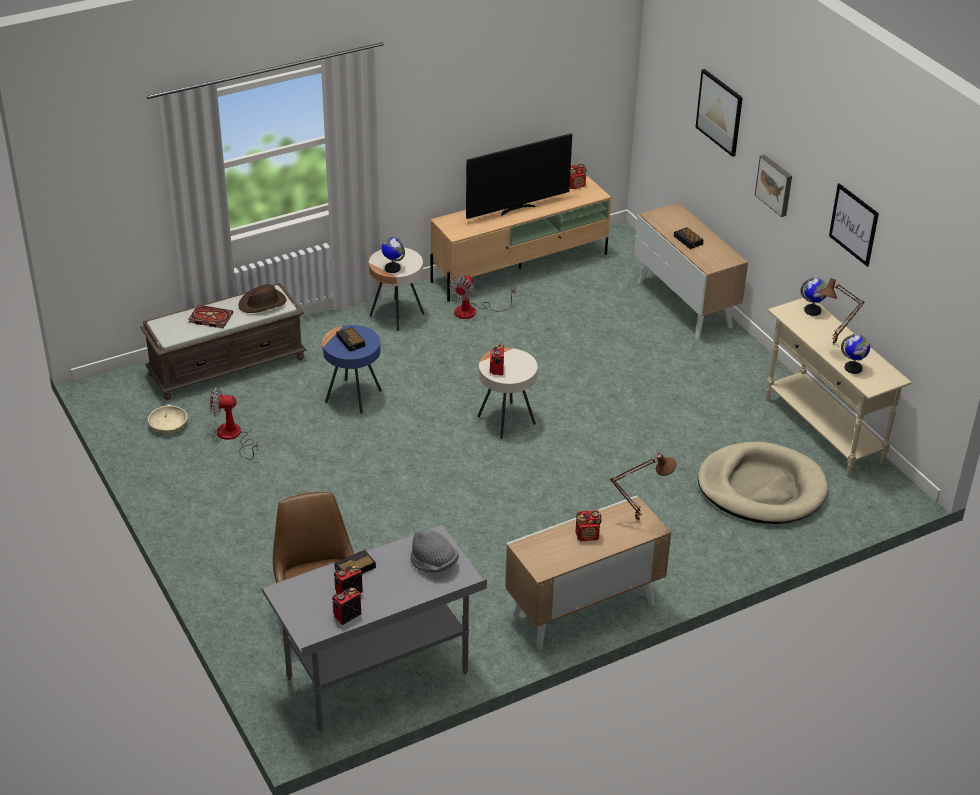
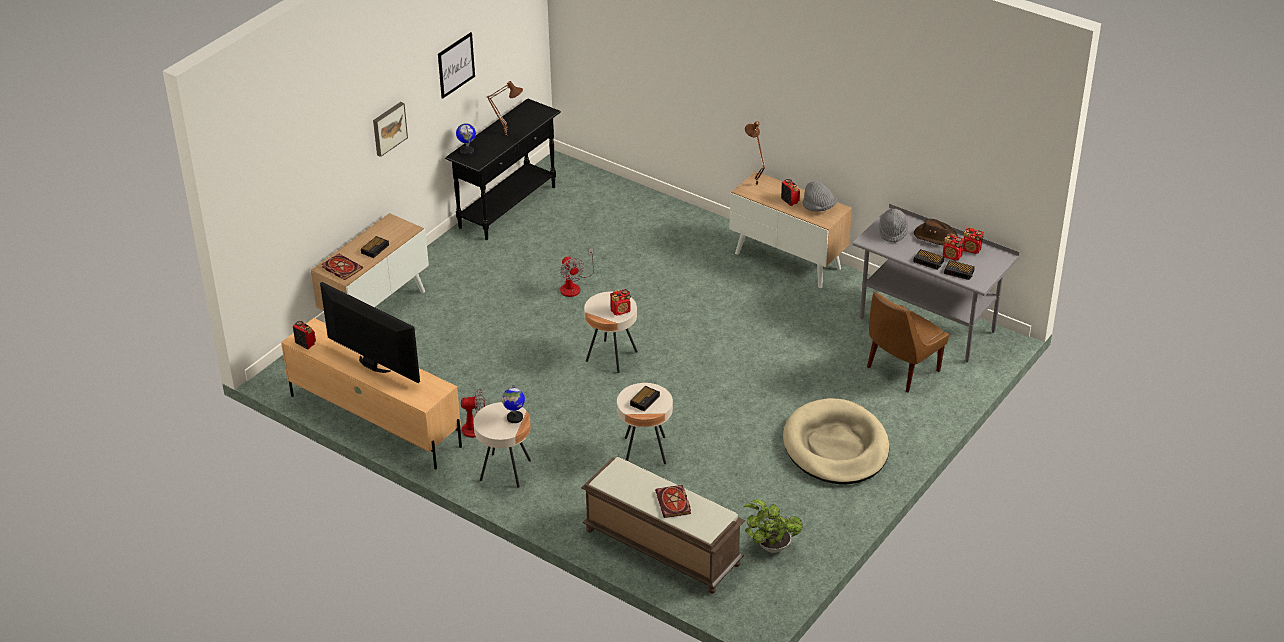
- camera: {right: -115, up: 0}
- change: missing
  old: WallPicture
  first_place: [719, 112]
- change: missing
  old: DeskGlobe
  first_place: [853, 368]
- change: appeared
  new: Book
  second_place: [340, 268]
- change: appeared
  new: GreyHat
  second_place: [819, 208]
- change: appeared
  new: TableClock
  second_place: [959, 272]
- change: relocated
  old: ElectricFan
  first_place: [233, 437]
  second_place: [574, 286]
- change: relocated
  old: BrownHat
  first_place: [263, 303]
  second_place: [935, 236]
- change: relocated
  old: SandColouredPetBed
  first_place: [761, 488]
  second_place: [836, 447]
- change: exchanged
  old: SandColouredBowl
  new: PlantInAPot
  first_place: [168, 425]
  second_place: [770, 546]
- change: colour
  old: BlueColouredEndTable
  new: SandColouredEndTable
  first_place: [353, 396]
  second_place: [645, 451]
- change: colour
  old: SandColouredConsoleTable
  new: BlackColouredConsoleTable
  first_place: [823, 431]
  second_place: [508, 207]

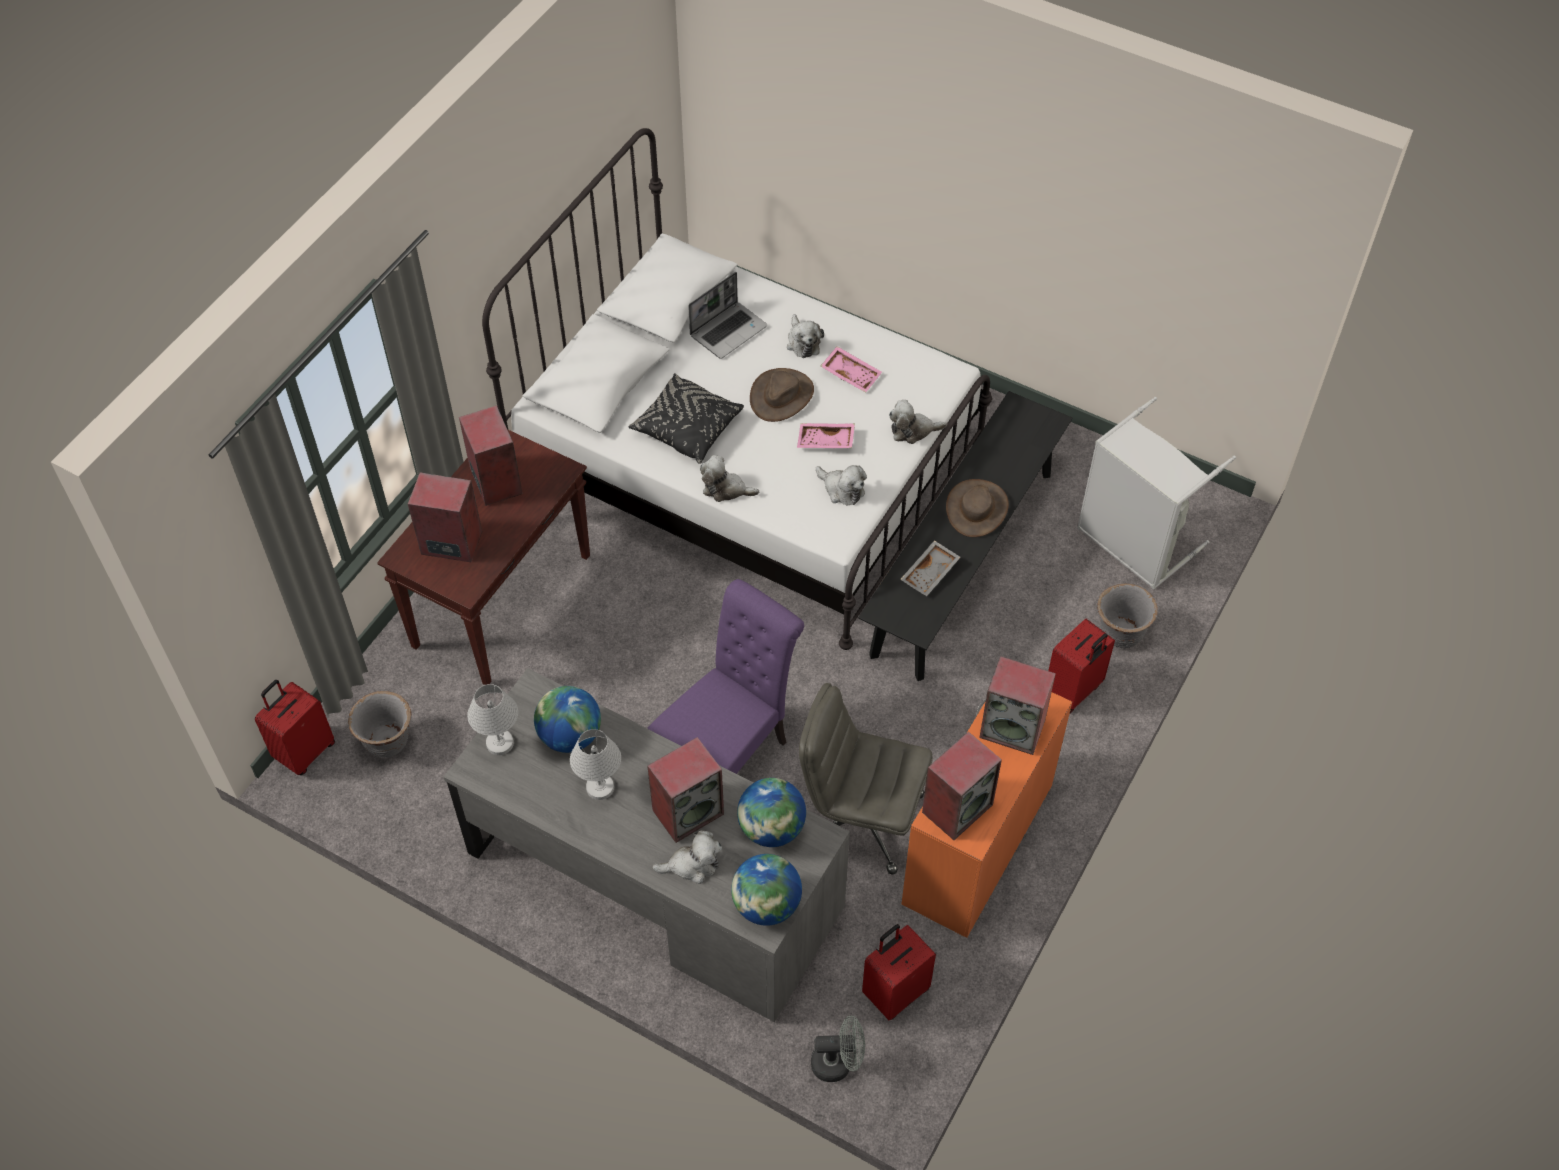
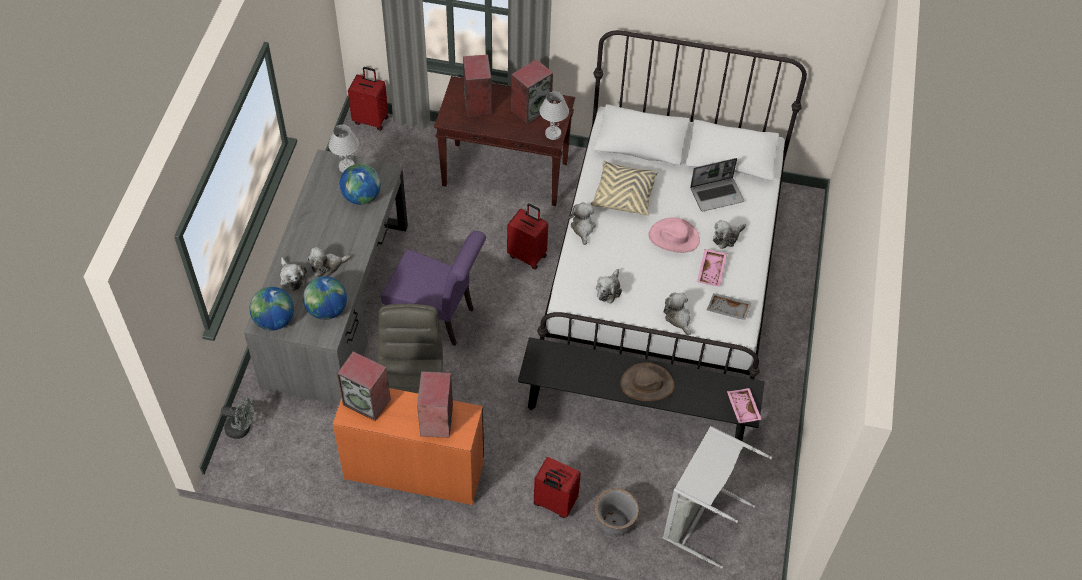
- camera: {right: 70, up: 0}
- change: missing
  old: GreyPlanter
  first_place: [388, 742]
- change: relocated
  old: WhitishTabletopLamp
  first_place: [599, 787]
  second_place: [553, 133]
- change: relocated
  old: PinkishCarryingTray
  first_place: [825, 442]
  second_place: [742, 408]
- change: relocated
  old: RedTravelCase
  first_place: [895, 992]
  second_place: [528, 255]
- change: relocated
  old: GreyCarryingTray
  first_place: [930, 573]
  second_place: [728, 310]
- change: exchanged
  old: Speaker
  new: SoftToy
  first_place: [688, 811]
  second_place: [327, 266]
- change: colour
  old: BlackColouredPillow
  new: SandColouredPillow
  first_place: [687, 428]
  second_place: [623, 195]
- change: colour
  old: BrownHat
  new: PinkishHat
  first_place: [781, 396]
  second_place: [674, 237]
- change: spun
  old: NotebookComputer
  first_place: [728, 330]
  second_place: [717, 194]
  degrees: -45
- change: spun
  old: GreyElectricFan
  first_place: [838, 1062]
  second_place: [242, 428]
  degrees: -60

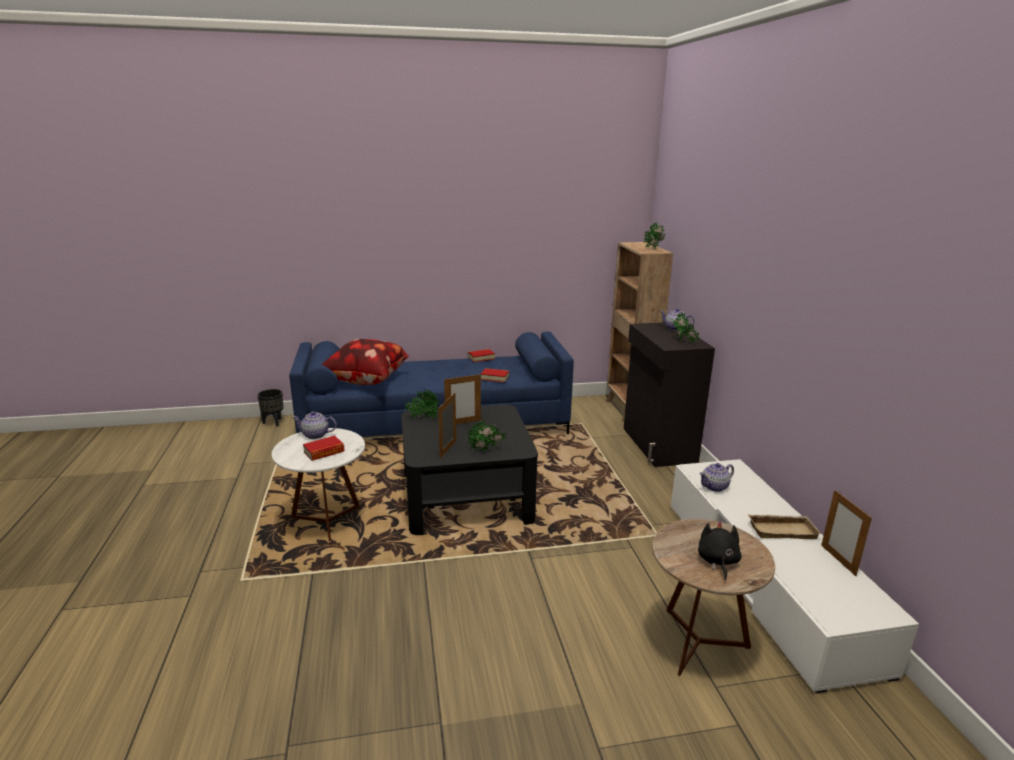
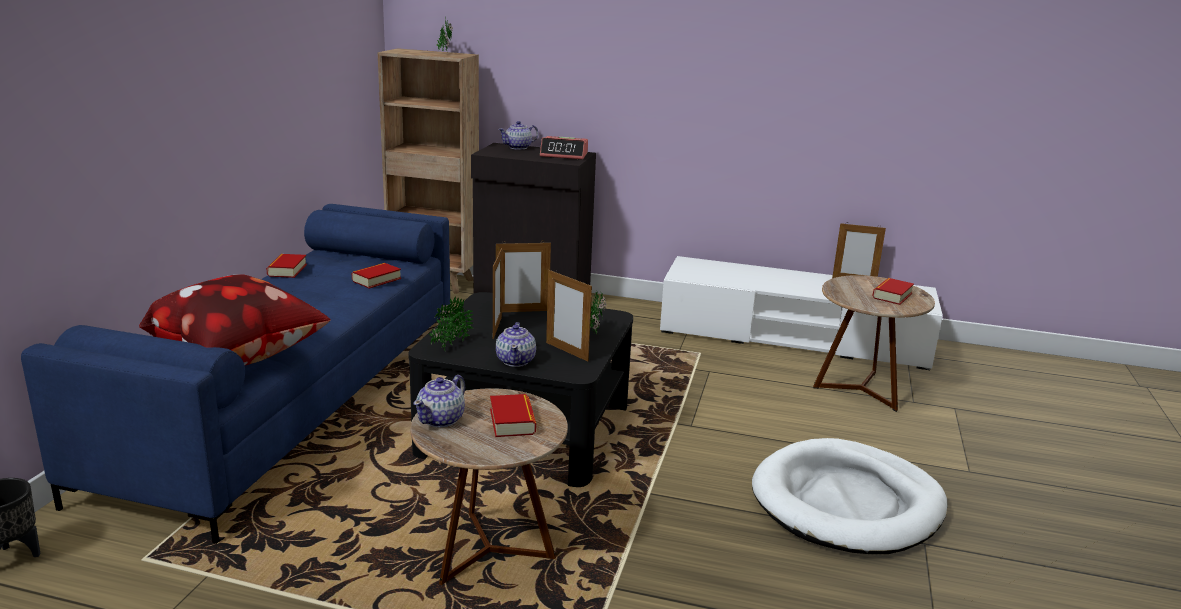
- camera: {right: -65, up: 0}
- change: missing
  old: SandColouredCarryingTray
  first_place: [782, 530]
- change: appeared
  new: PictureFrame
  second_place: [522, 311]
- change: appeared
  new: WhitishPetBed
  second_place: [847, 503]
- change: relocated
  old: PotForTea
  first_place: [715, 487]
  second_place: [516, 361]
- change: exchanged
  old: PlantInAPot
  new: TableClock
  first_place: [684, 342]
  second_place: [564, 155]
- change: exchanged
  old: BlackColouredSoftToy
  new: Book
  first_place: [717, 561]
  second_place: [892, 295]
- change: colour
  old: WhitishEndTable
  new: BrownEndTable
  first_place: [327, 523]
  second_place: [489, 553]

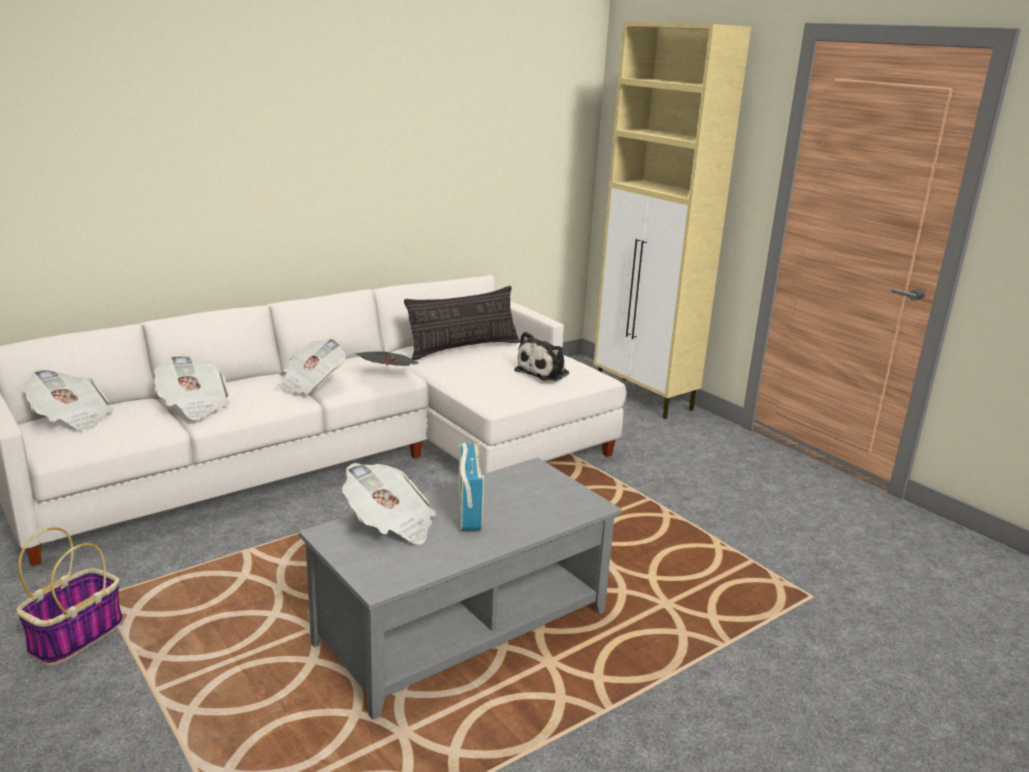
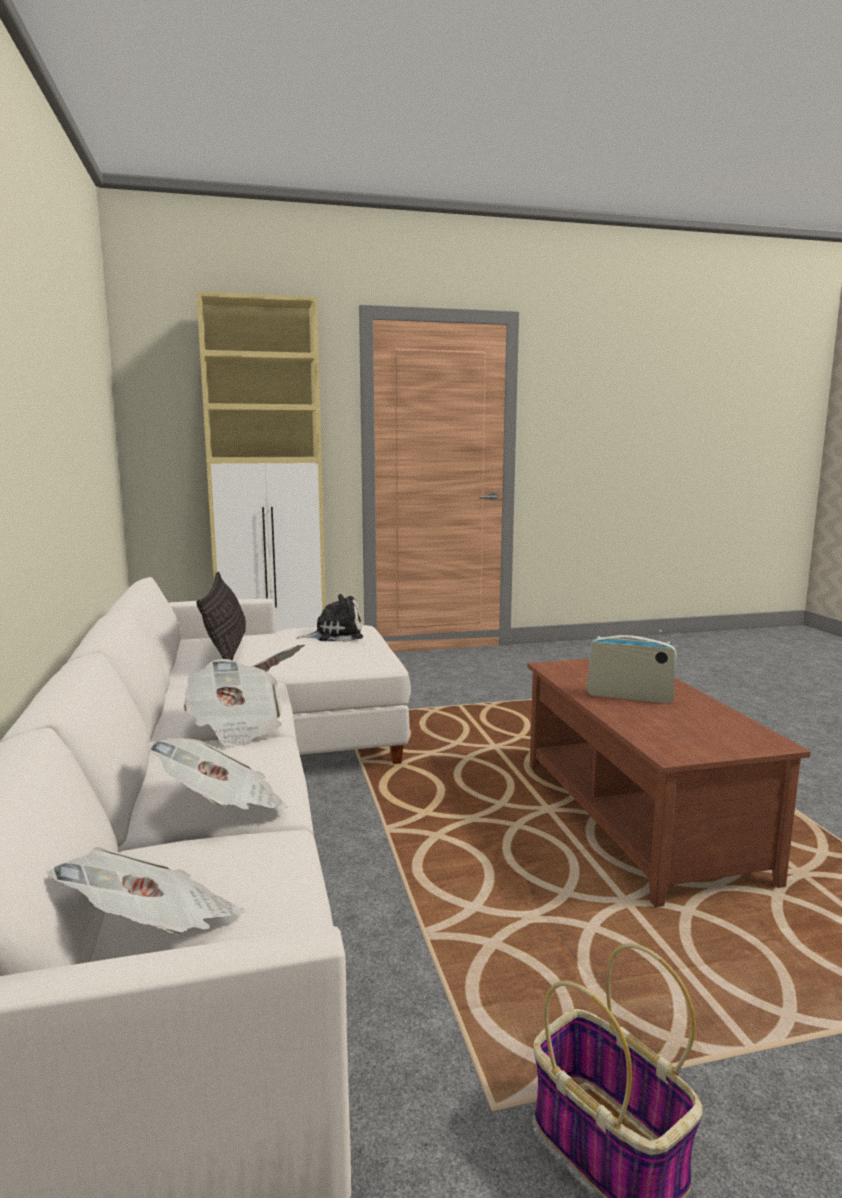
- camera: {right: -65, up: -10}
- change: missing
  old: PrintedPaper
  first_place: [390, 525]
- change: colour
  old: GreyLowTable
  new: BrownLowTable
  first_place: [462, 627]
  second_place: [635, 818]
- change: spun
  old: SoftToy
  first_place: [544, 372]
  second_place: [335, 635]
  degrees: -75

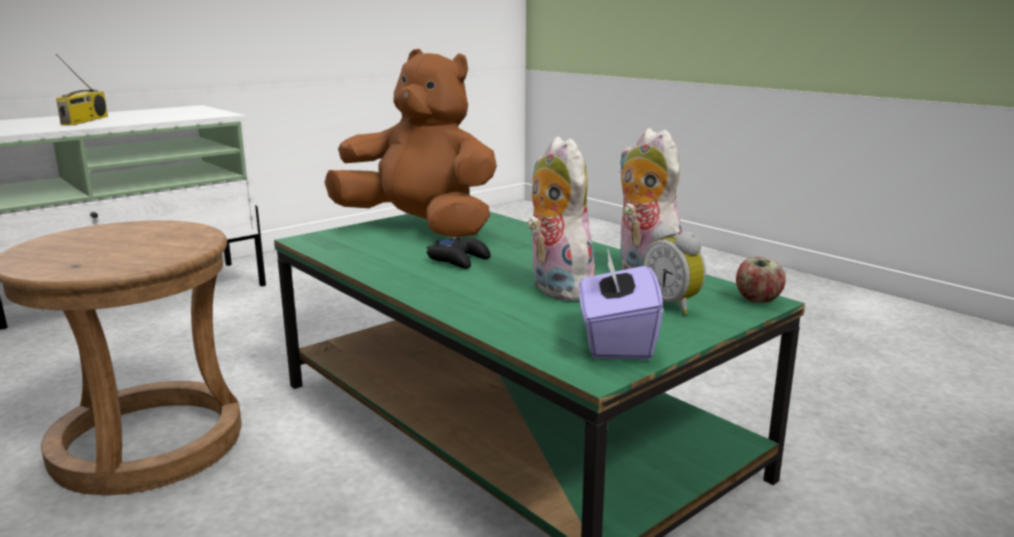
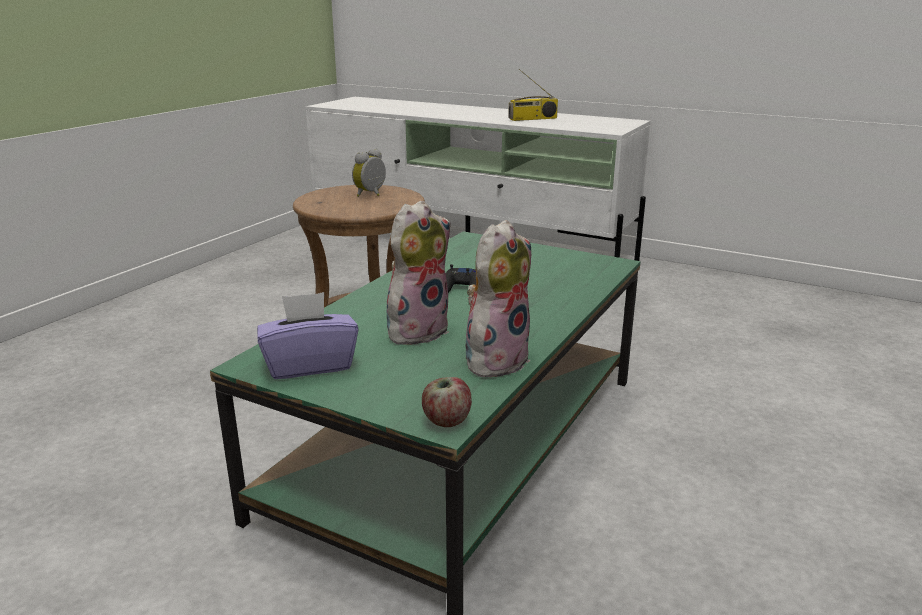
- camera: {right: 70, up: 5}
- change: missing
  old: BrownSoftToy
  first_place: [420, 228]
- change: relocated
  old: TableClock
  first_place: [673, 305]
  second_place: [371, 195]

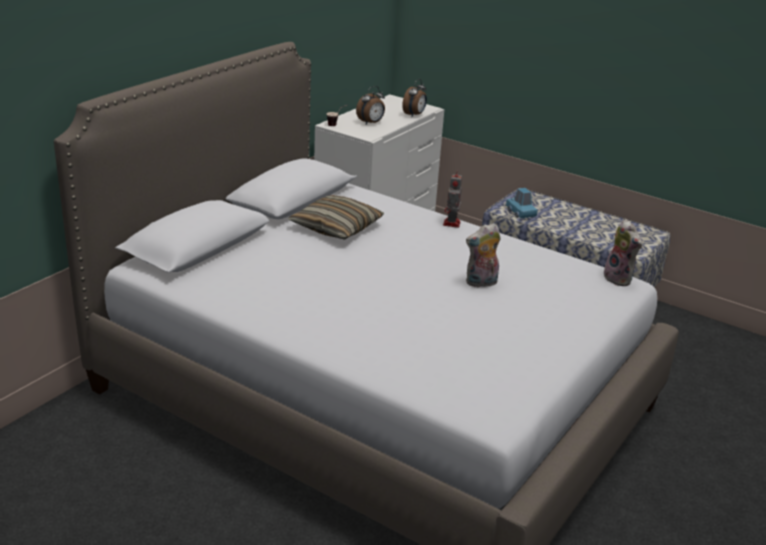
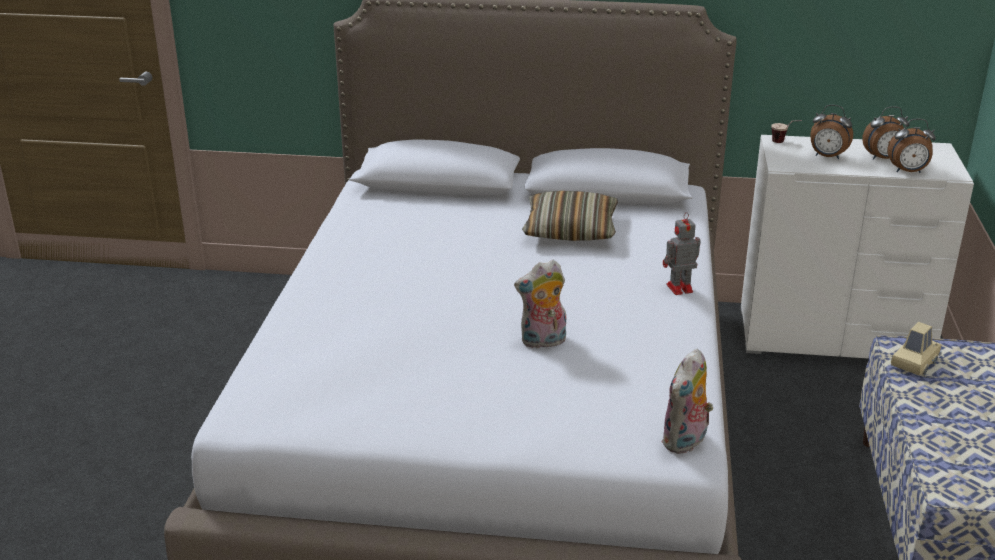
- camera: {right: 65, up: 0}
- change: appeared
  new: TableClock
  second_place: [883, 158]
- change: colour
  old: BlueColouredModelCar
  new: SandColouredModelCar
  first_place: [520, 212]
  second_place: [914, 362]
- change: spun
  old: SoftToy
  first_place: [481, 283]
  second_place: [542, 342]
  degrees: -60

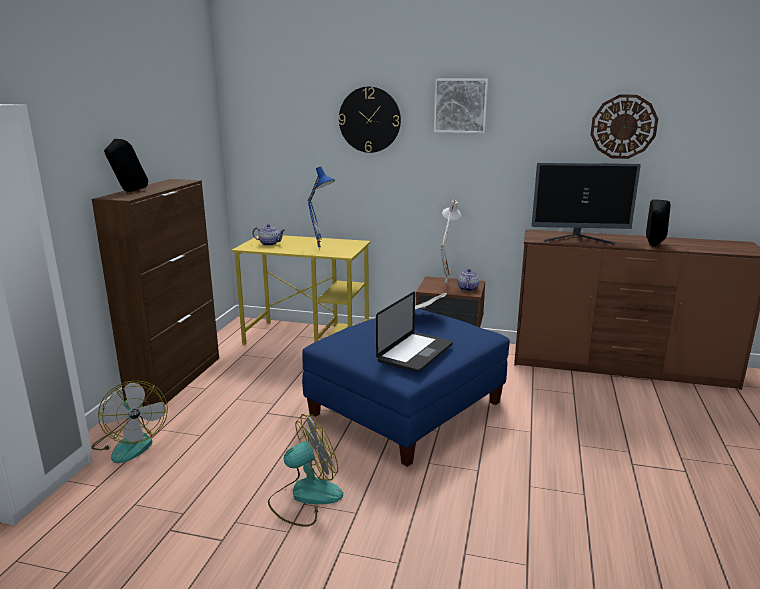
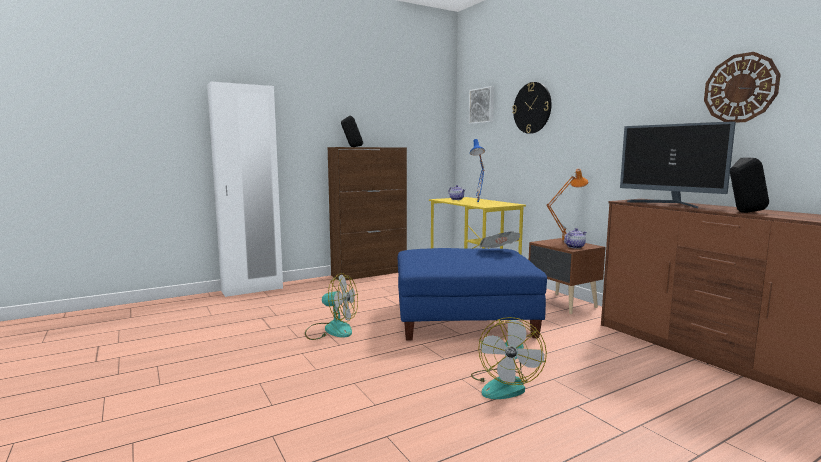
- camera: {right: 45, up: -10}
- change: missing
  old: NotebookComputer
  first_place: [415, 353]
- change: relocated
  old: ElectricFan
  first_place: [131, 443]
  second_place: [505, 385]
- change: relocated
  old: WallPicture
  first_place: [460, 106]
  second_place: [482, 105]
- change: colour
  old: WhitishTabletopLamp
  new: OrangeyTabletopLamp
  first_place: [444, 284]
  second_place: [562, 242]

